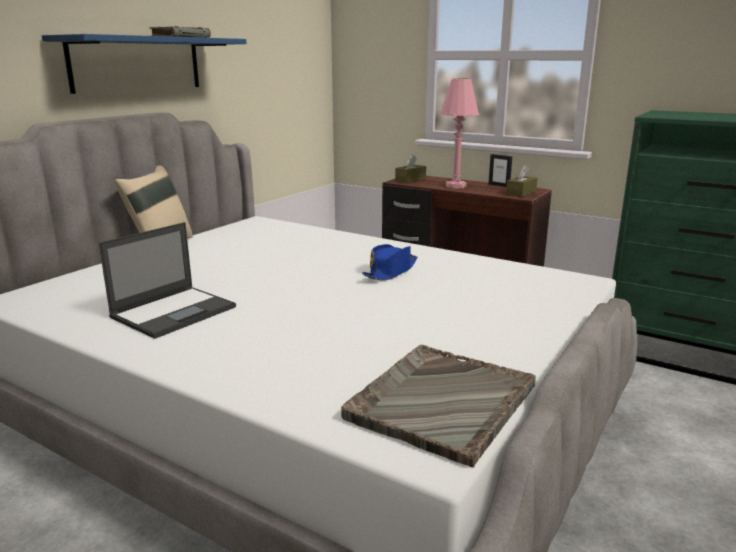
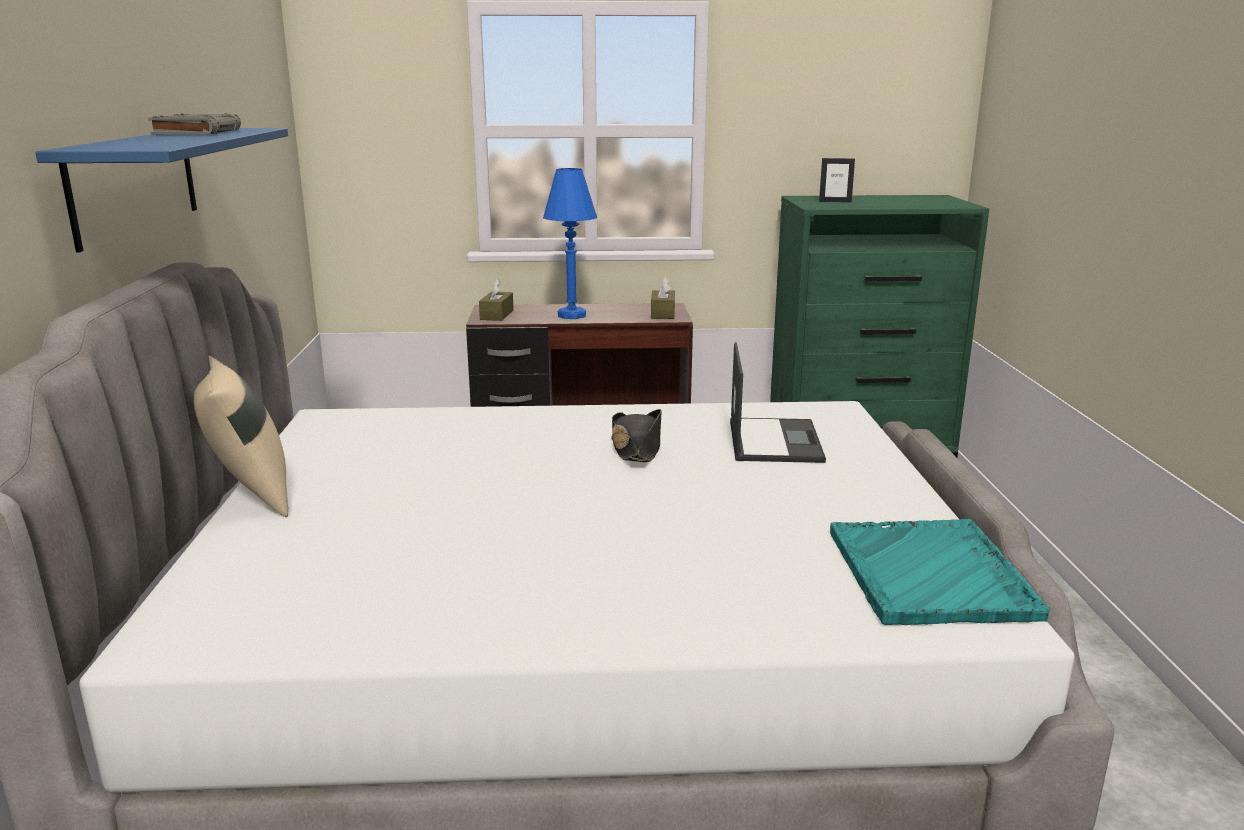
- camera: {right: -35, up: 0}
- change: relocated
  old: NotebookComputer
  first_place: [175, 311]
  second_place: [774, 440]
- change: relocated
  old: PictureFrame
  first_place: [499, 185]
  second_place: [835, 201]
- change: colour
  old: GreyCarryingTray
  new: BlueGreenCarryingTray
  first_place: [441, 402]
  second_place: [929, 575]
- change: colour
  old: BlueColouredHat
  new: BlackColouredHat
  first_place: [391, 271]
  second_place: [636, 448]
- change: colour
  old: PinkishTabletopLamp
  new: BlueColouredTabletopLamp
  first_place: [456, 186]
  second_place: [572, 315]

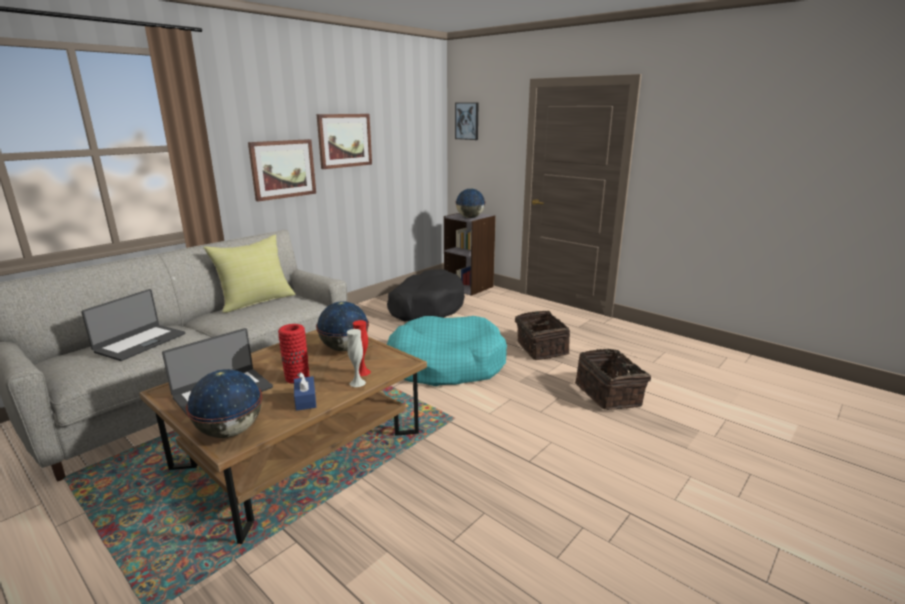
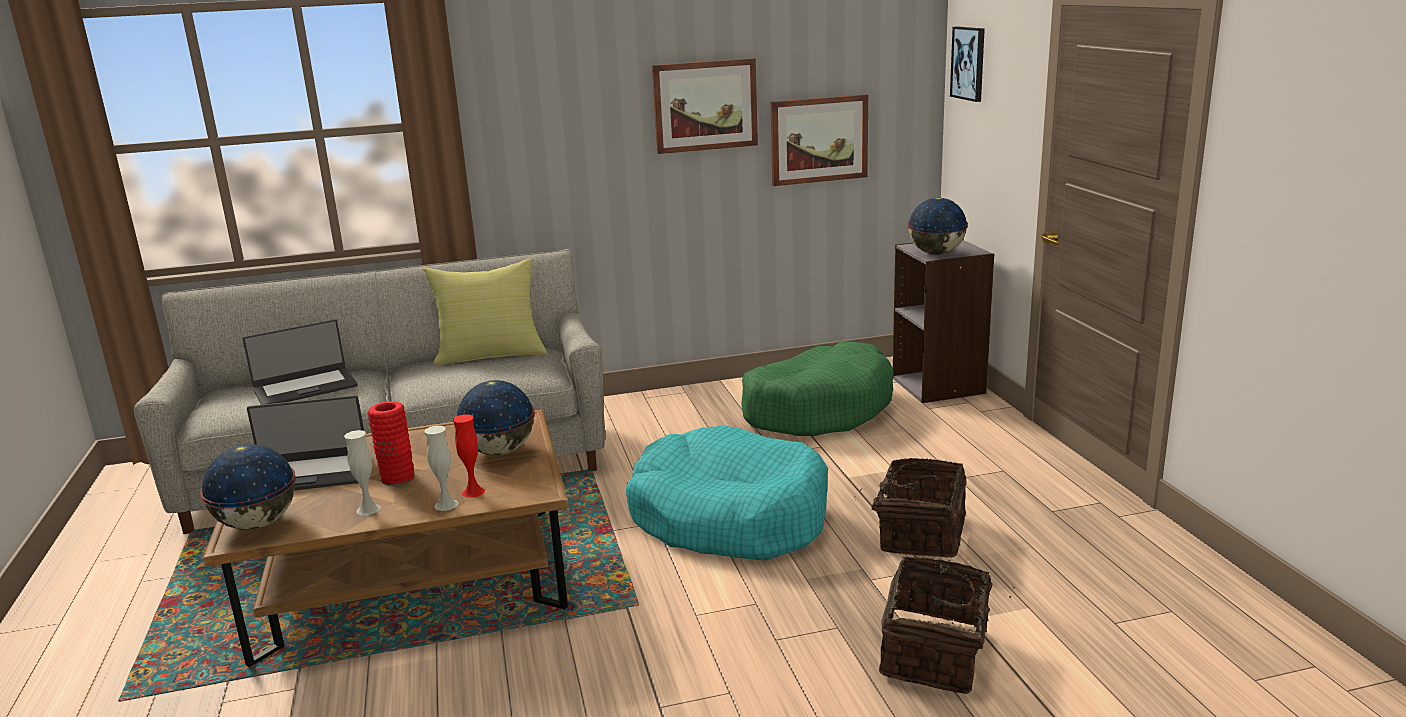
- camera: {right: 35, up: 0}
- change: relocated
  old: WallPicture
  first_place: [283, 169]
  second_place: [819, 139]
- change: exchanged
  old: BlueColouredTissueHolder
  new: WhitishDecorativeVase
  first_place: [305, 399]
  second_place: [368, 509]
- change: colour
  old: BlackColouredPetBed
  new: GreenColouredPetBed
  first_place: [426, 307]
  second_place: [818, 409]

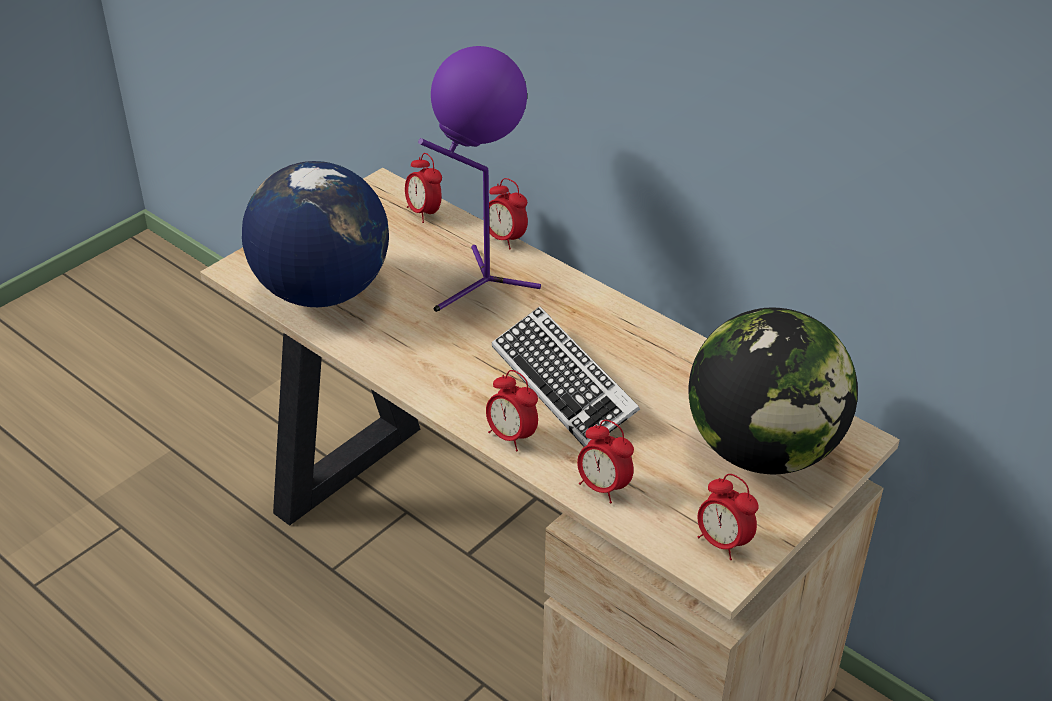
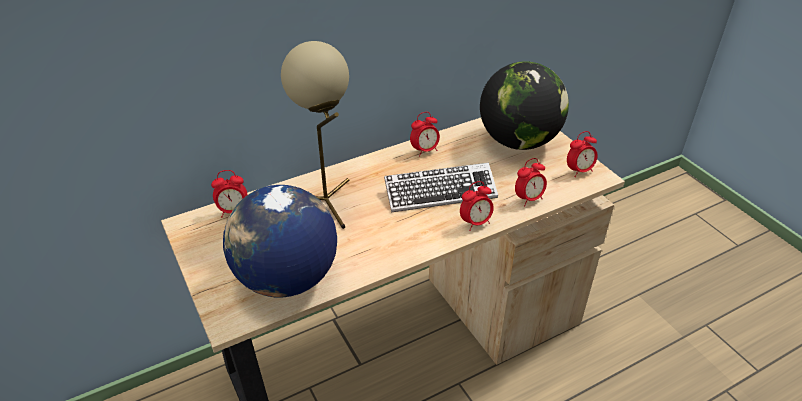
- camera: {right: -70, up: 0}
- change: relocated
  old: TableClock
  first_place: [505, 239]
  second_place: [424, 150]
- change: colour
  old: PurplishTabletopLamp
  new: SandColouredTabletopLamp
  first_place: [480, 284]
  second_place: [328, 203]

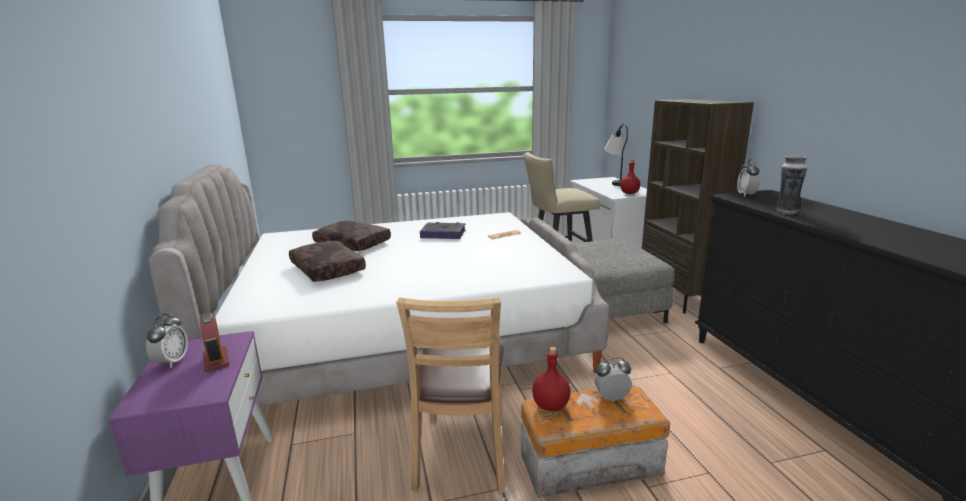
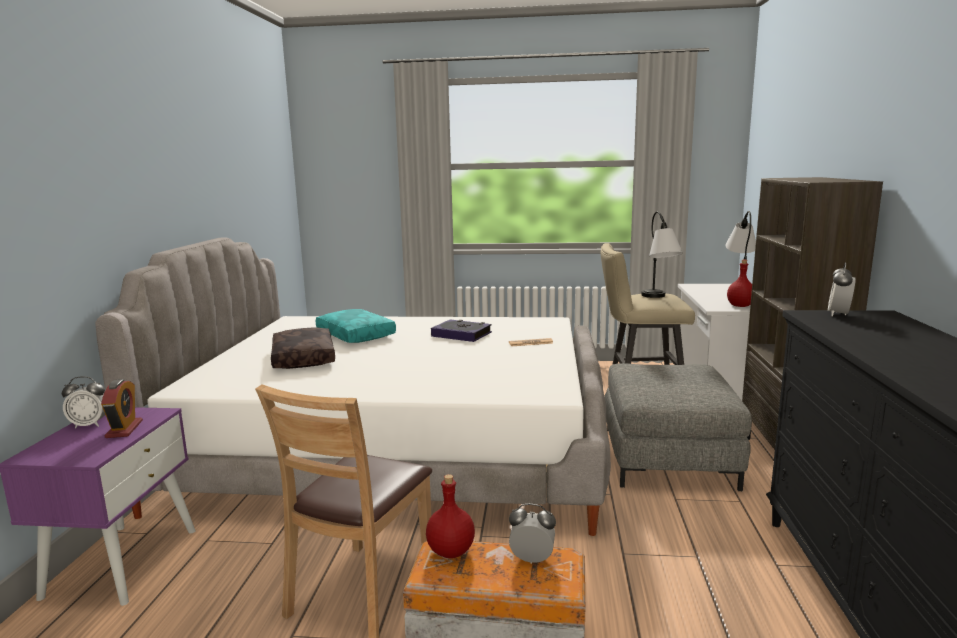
- camera: {right: 20, up: -5}
- change: missing
  old: DecorativeVase
  first_place: [786, 212]
- change: appeared
  new: TabletopLamp
  second_place: [658, 298]
- change: colour
  old: BrownPillow
  new: BlueGreenPillow
  first_place: [354, 243]
  second_place: [357, 335]
- change: spun
  old: TableClock
  first_place: [172, 362]
  second_place: [90, 425]
  degrees: 60

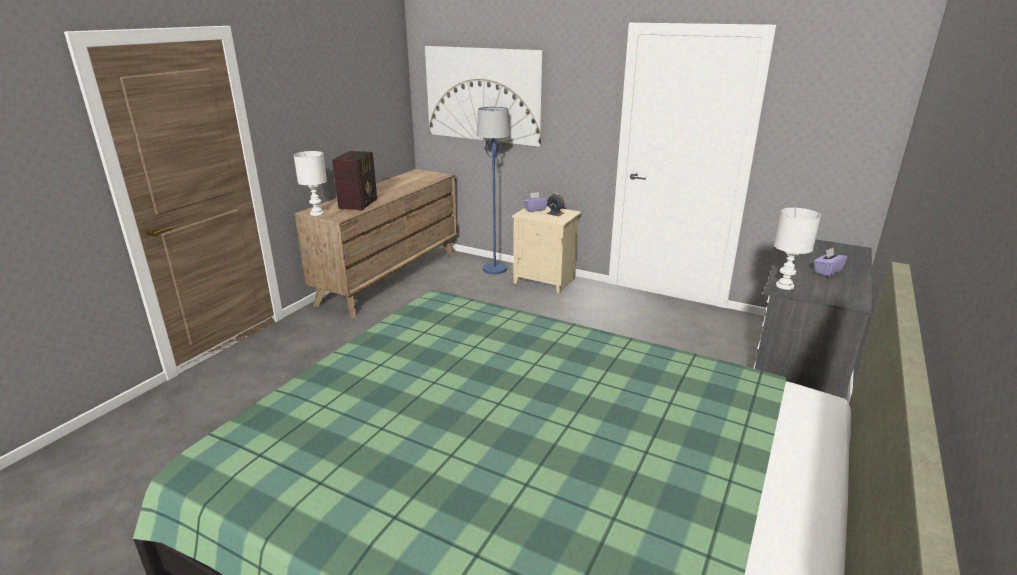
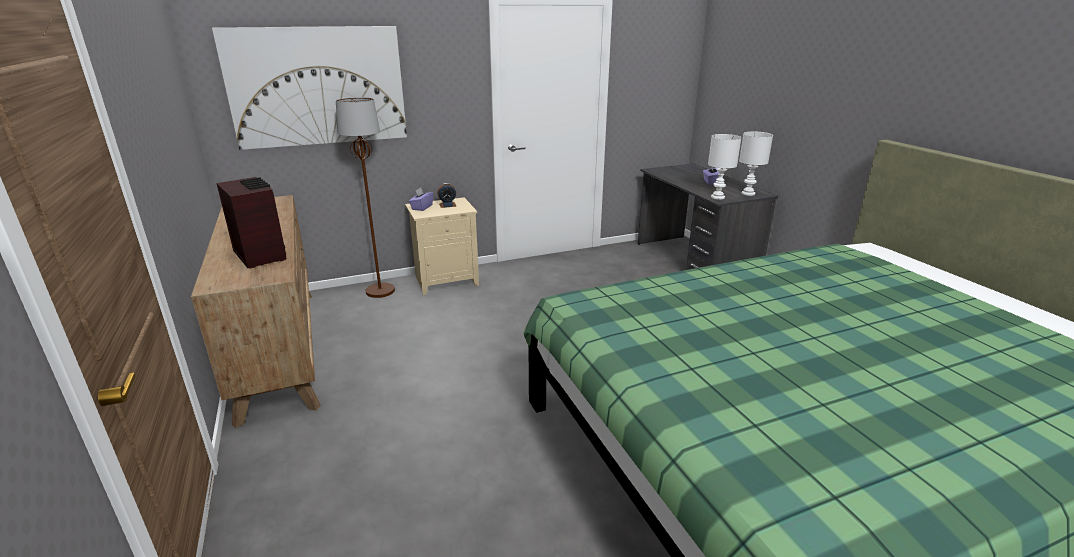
- camera: {right: -50, up: 0}
- change: relocated
  old: WhitishTabletopLamp
  first_place: [317, 213]
  second_place: [748, 193]
- change: colour
  old: BlueColouredFloorLamp
  new: BrownFloorLamp
  first_place: [495, 269]
  second_place: [380, 291]

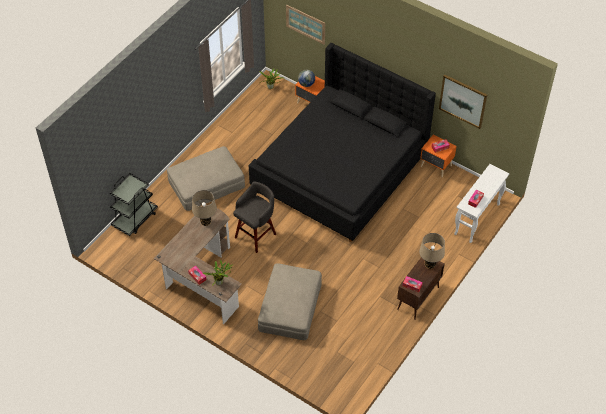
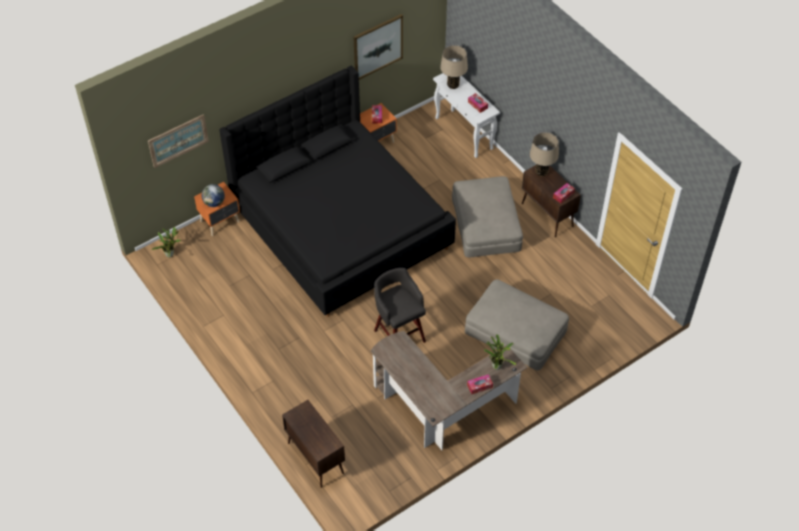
- camera: {right: -70, up: 0}
- change: relocated
  old: SandColouredFootrest
  first_place: [206, 183]
  second_place: [485, 223]
- change: relocated
  old: SandColouredTabletopLamp
  first_place: [205, 222]
  second_place: [453, 85]
- change: exchanged
  old: BlackColouredWheeledCart
  new: BrownCabinet
  first_place: [135, 219]
  second_place: [315, 458]

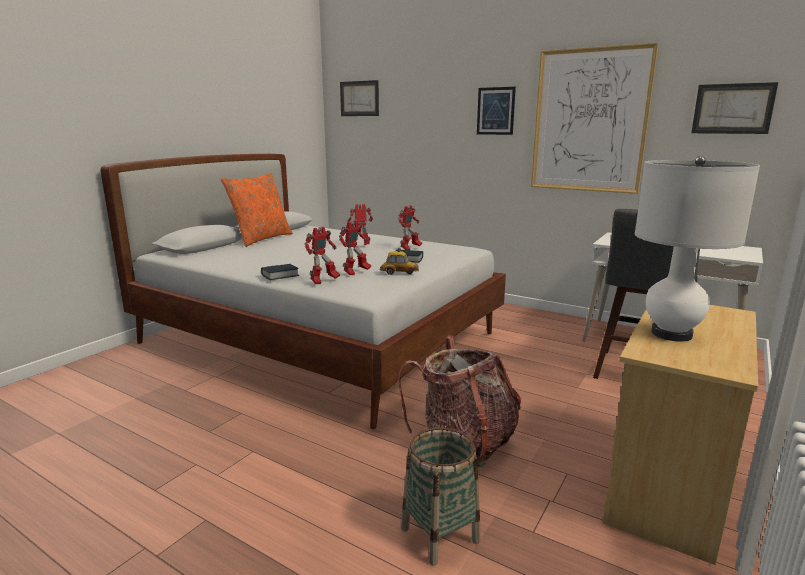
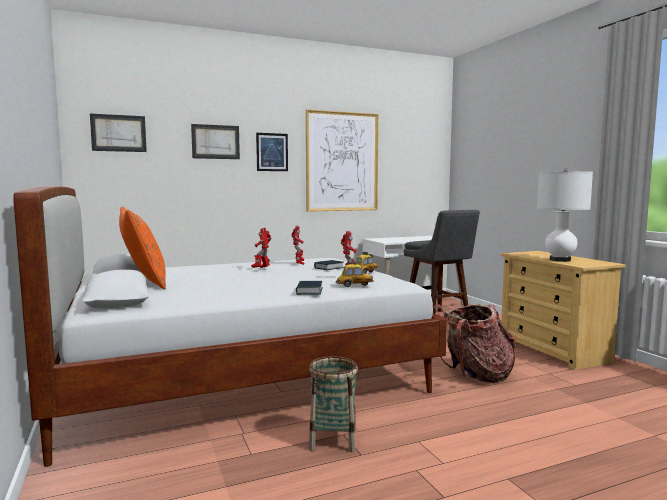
- camera: {right: -55, up: -10}
- change: relocated
  old: Basket
  first_place: [439, 534]
  second_place: [333, 439]
- change: relocated
  old: WallPicture
  first_place: [732, 108]
  second_place: [215, 142]
- change: exchanged
  old: RobotFigure
  new: ModelCar
  first_place: [323, 281]
  second_place: [354, 285]

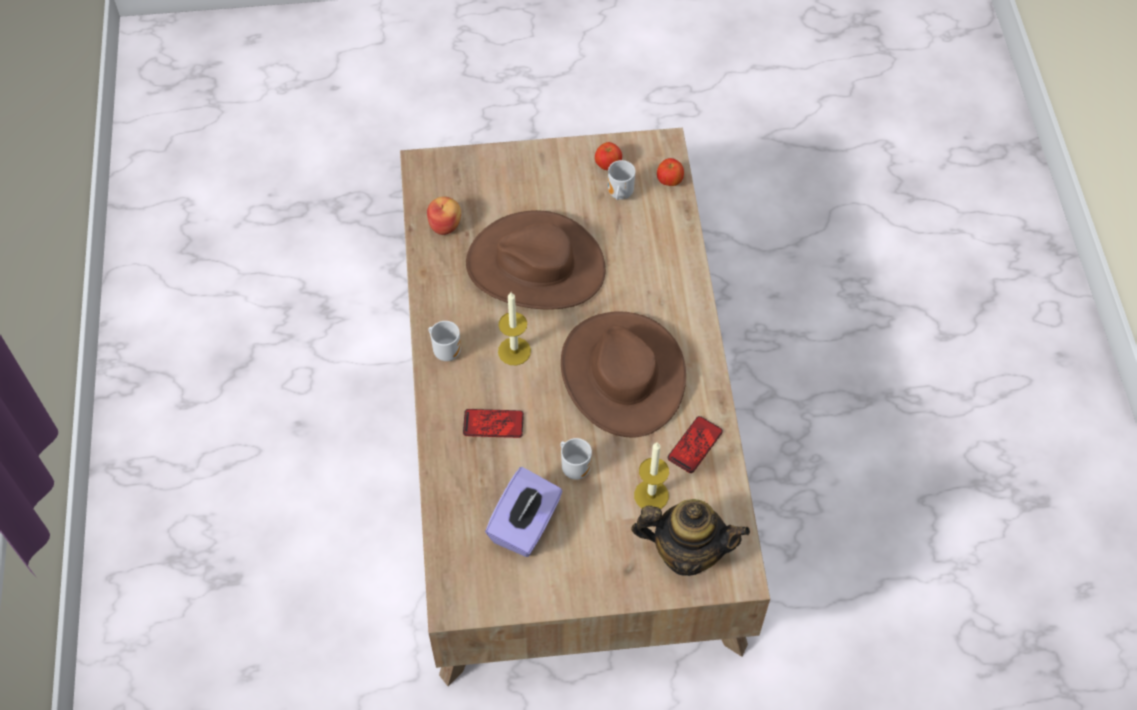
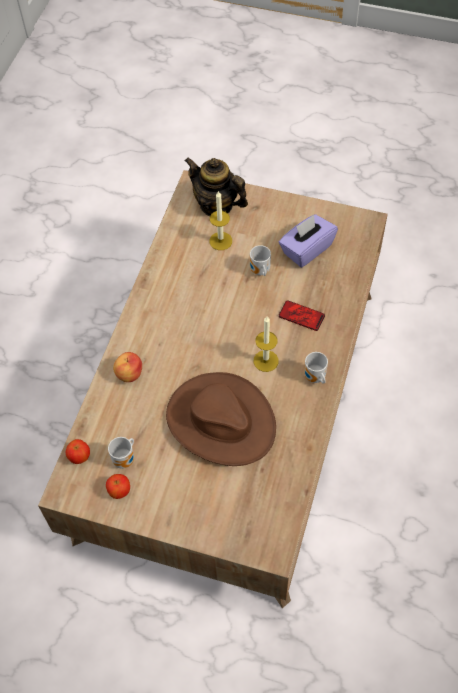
- camera: {right: -155, up: 0}
- change: missing
  old: BrownHat
  first_place: [623, 374]
- change: missing
  old: Telephone
  first_place: [695, 445]
- change: relocated
  old: AppleFruit
  first_place: [445, 225]
  second_place: [129, 373]

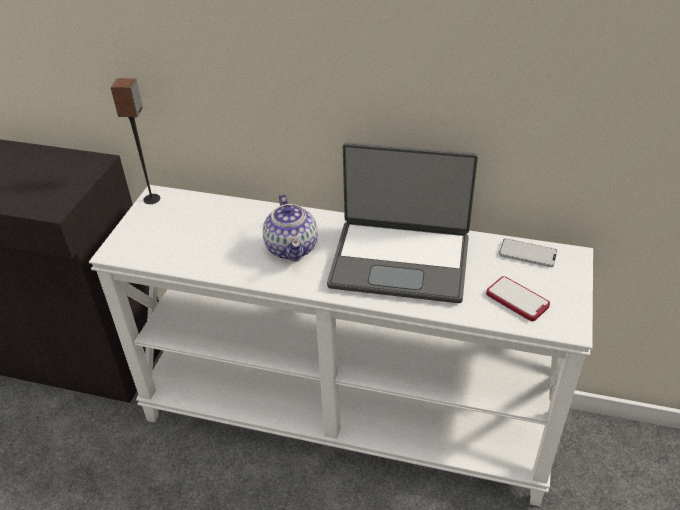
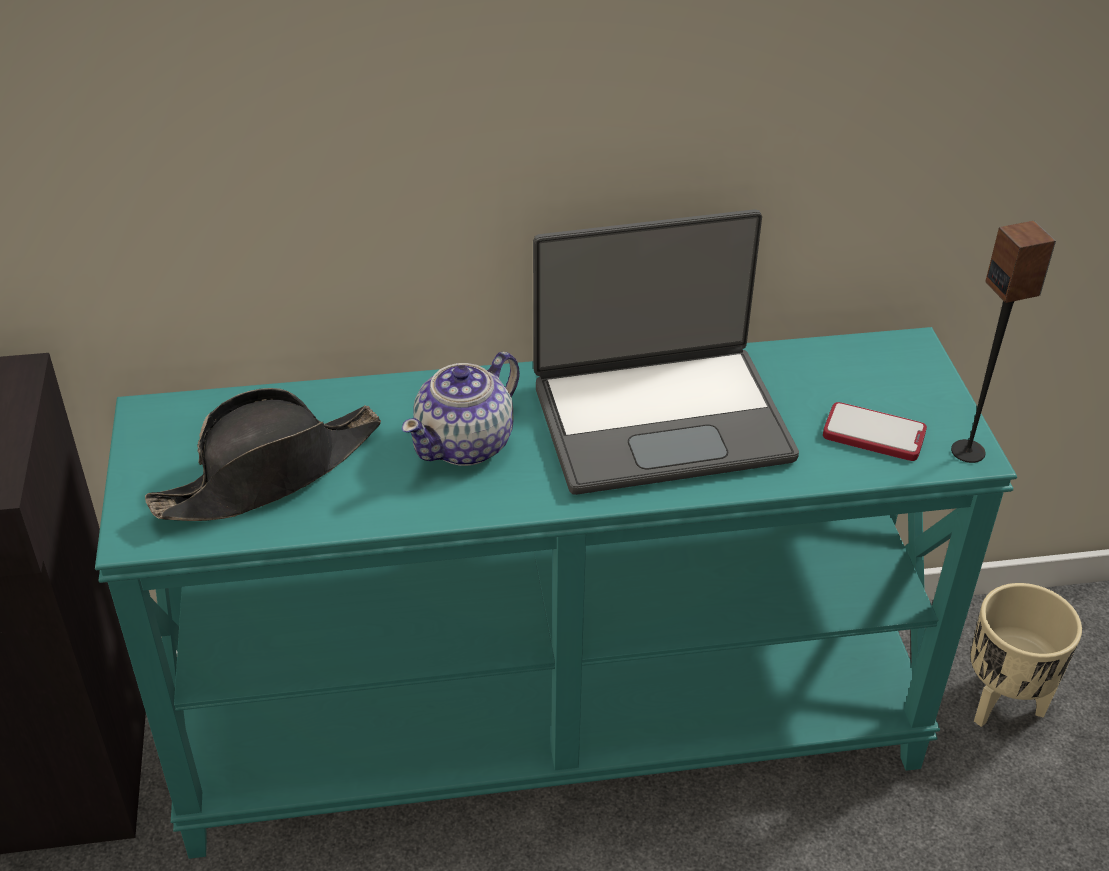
- camera: {right: -25, up: 0}
- change: missing
  old: Telephone
  first_place: [527, 254]
- change: appeared
  new: BlackColouredHat
  second_place: [270, 473]
- change: appeared
  new: SandColouredPlanter
  second_place: [1002, 701]
- change: relocated
  old: Speaker
  first_place: [152, 199]
  second_place: [968, 451]
- change: colour
  old: WhitishConsoleTable
  new: BlueGreenConsoleTable
  first_place: [347, 415]
  second_place: [552, 728]
- change: spun
  old: PotForTea
  first_place: [292, 247]
  second_place: [466, 444]
  degrees: 75

